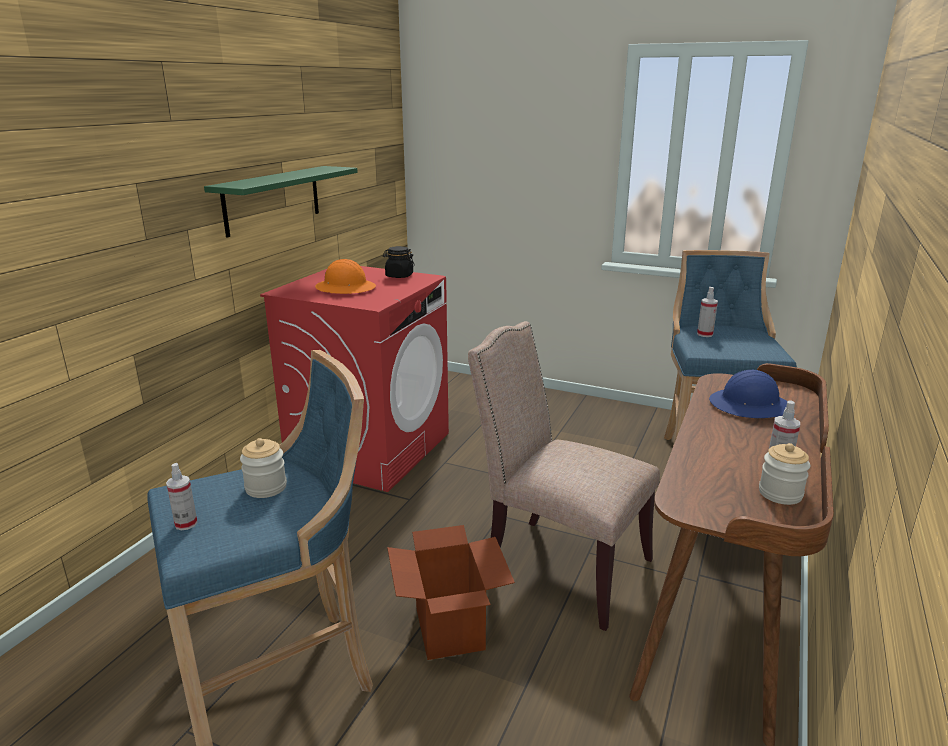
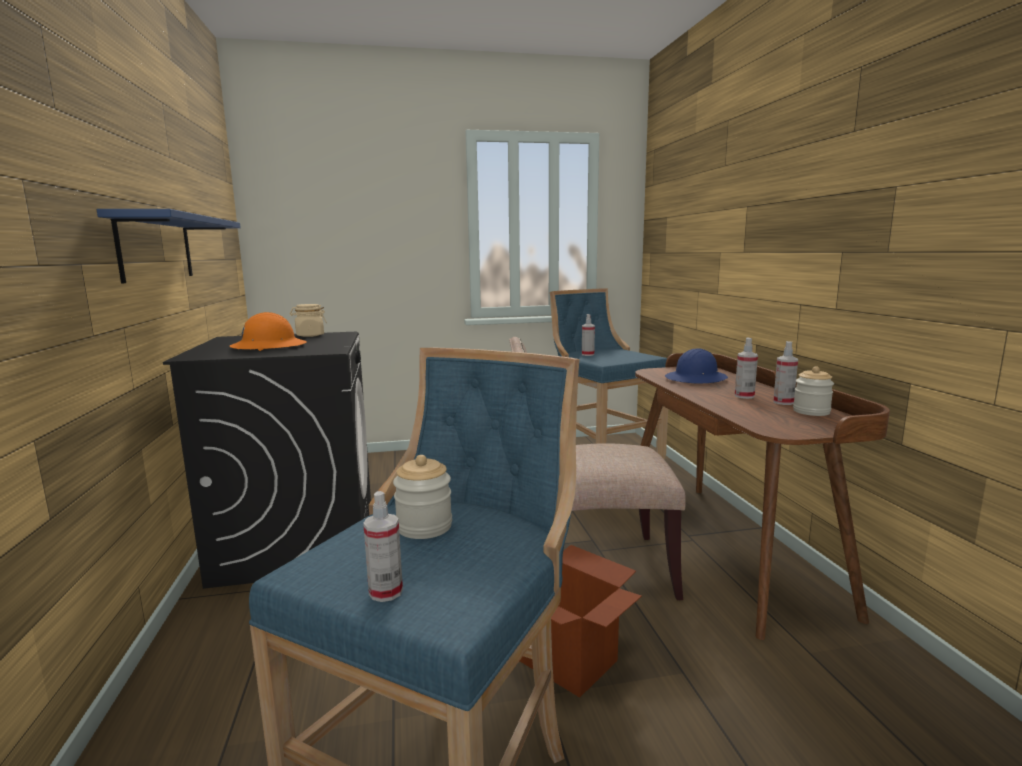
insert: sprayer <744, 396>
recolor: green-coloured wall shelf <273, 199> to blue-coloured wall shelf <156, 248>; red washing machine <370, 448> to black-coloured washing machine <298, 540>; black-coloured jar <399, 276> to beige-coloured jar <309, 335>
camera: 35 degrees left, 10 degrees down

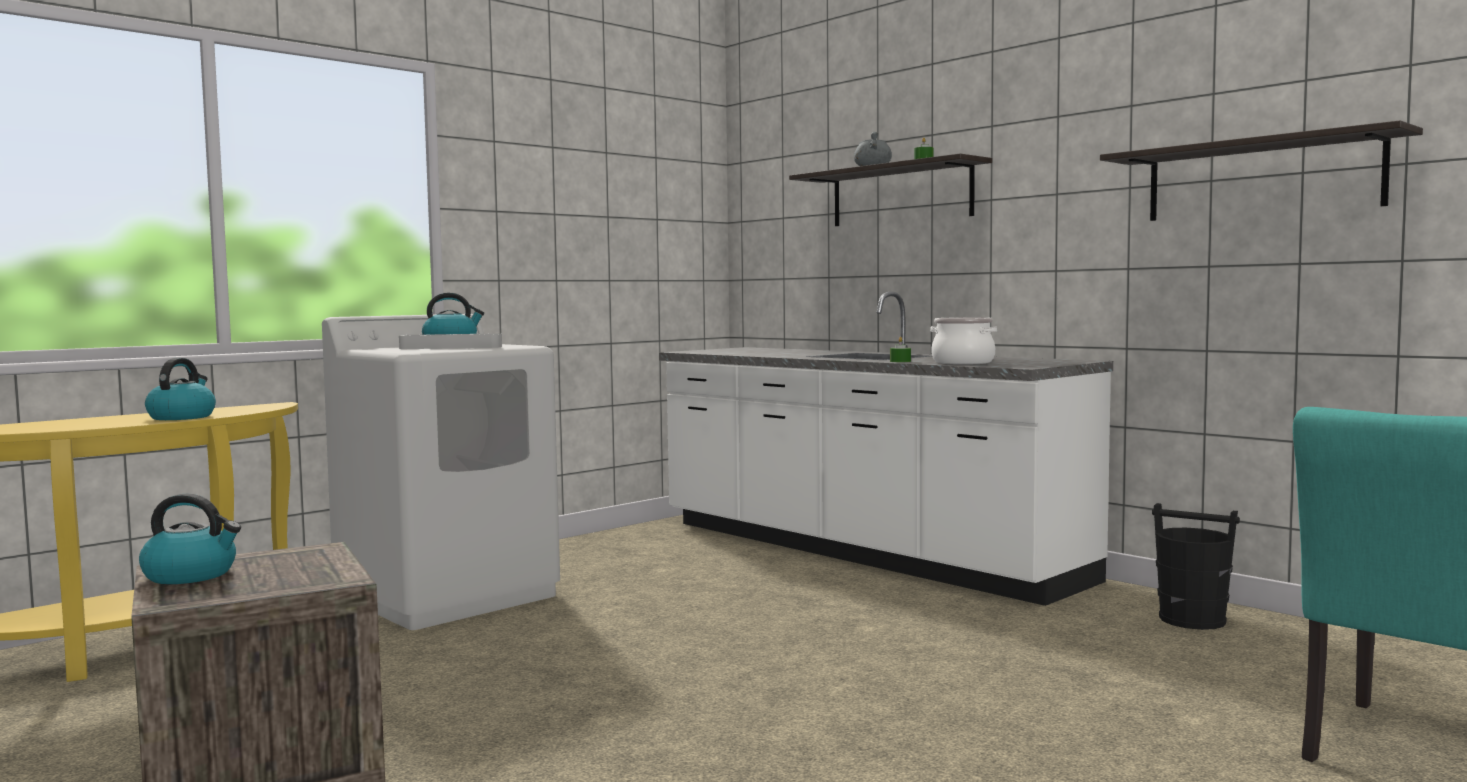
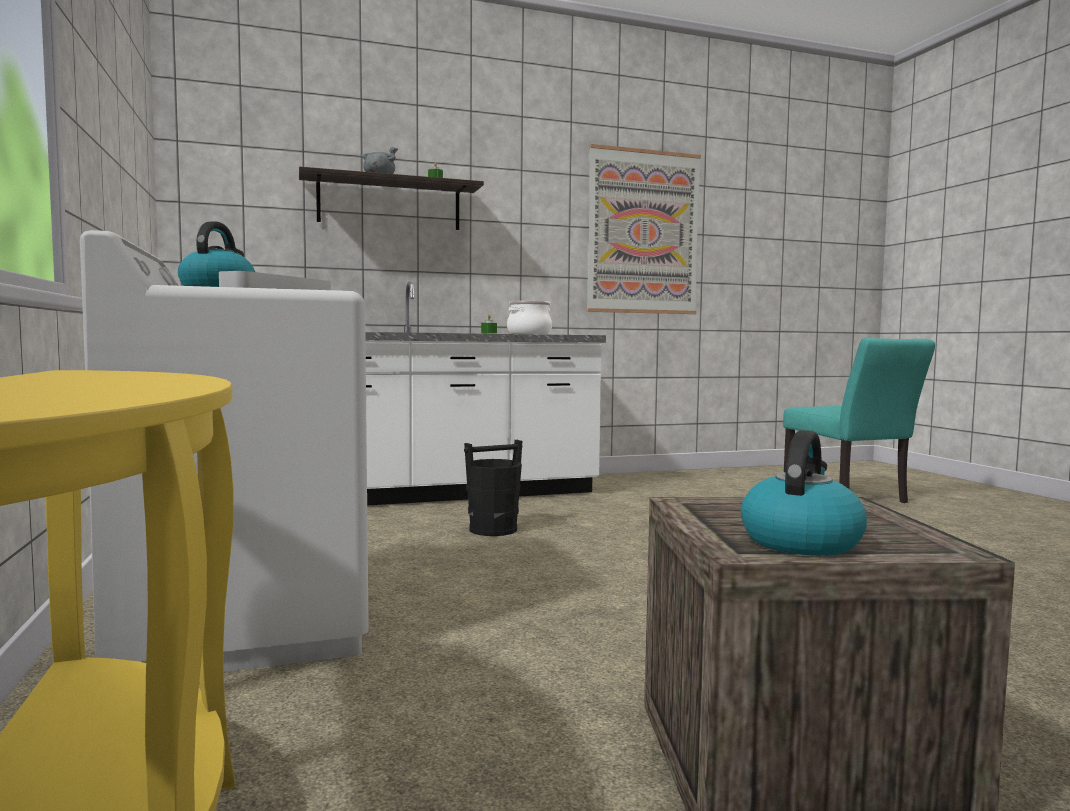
delete: kettle <182, 417>
move: black-coloured water bucket <1191, 619> to <492, 529>
replace: wall shelf <1261, 179> to wall picture <643, 232>
camera: 65 degrees left, 0 degrees up

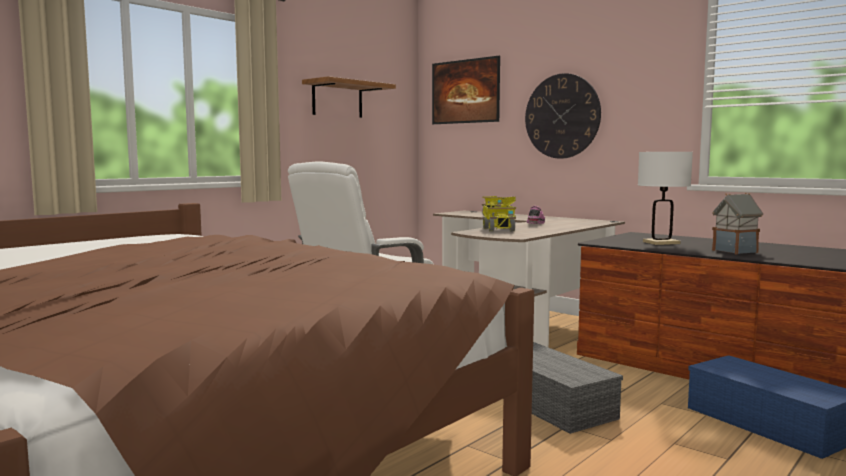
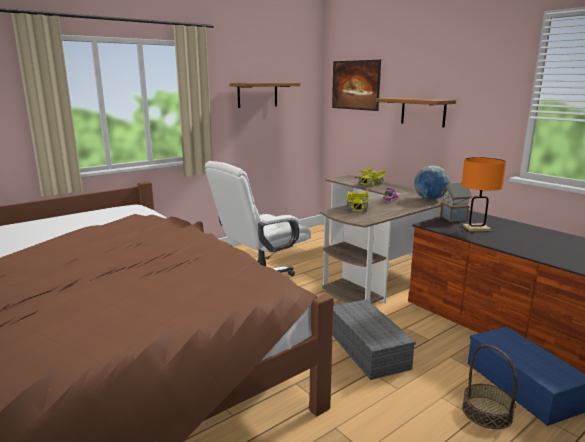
insert: desk globe <430, 199>; storage basket <487, 412>
move: miniature house <735, 251> to <454, 218>
replace: hanging clock <562, 116> to wall shelf <423, 112>
recolor: white-coloured table lamp <661, 243> to orange-coloured table lamp <476, 228>
camera: 10 degrees right, 10 degrees up

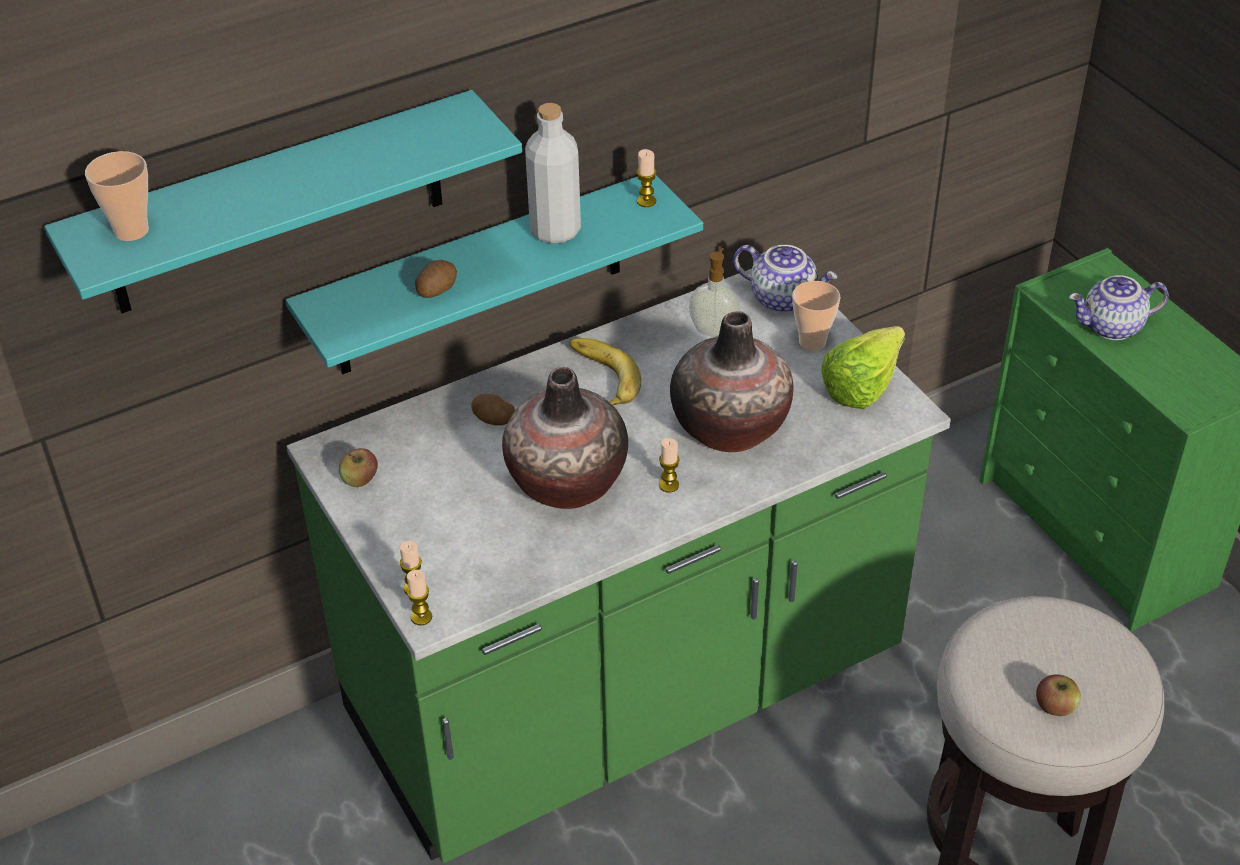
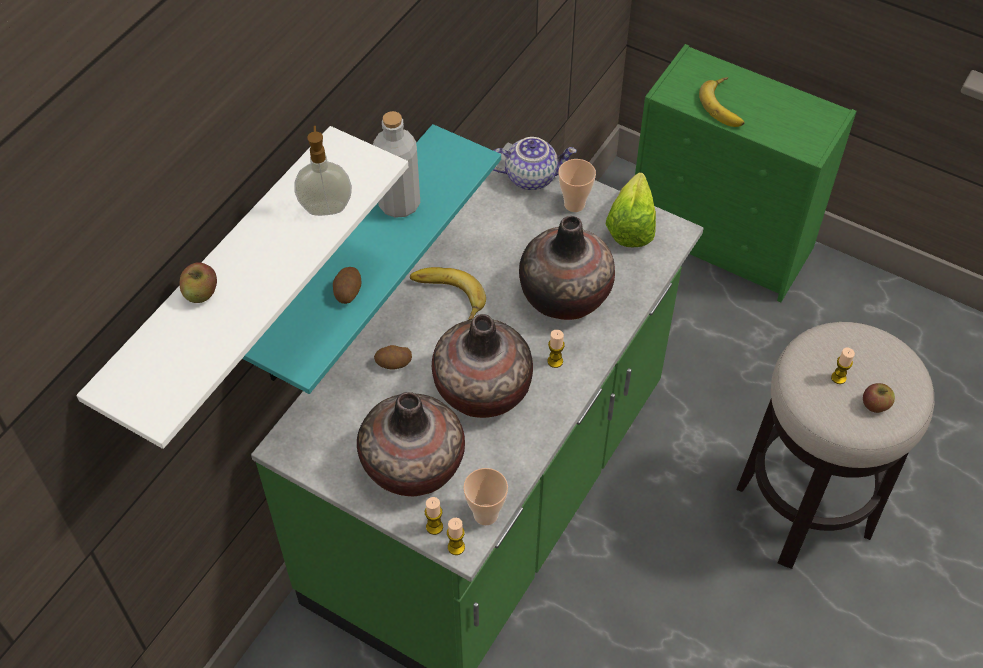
insert: vase <413, 466>
move: small cup <131, 231> to <485, 514>; apple <360, 479> to <201, 293>; wax light <646, 201> to <838, 378>; soap bottle <714, 331> to <326, 207>
replace: pot for tea <1112, 328> to banana <726, 105>
recolor: blue-green wall shelf <276, 205> to white-coloured wall shelf <222, 284>
camera: 30 degrees left, 10 degrees up

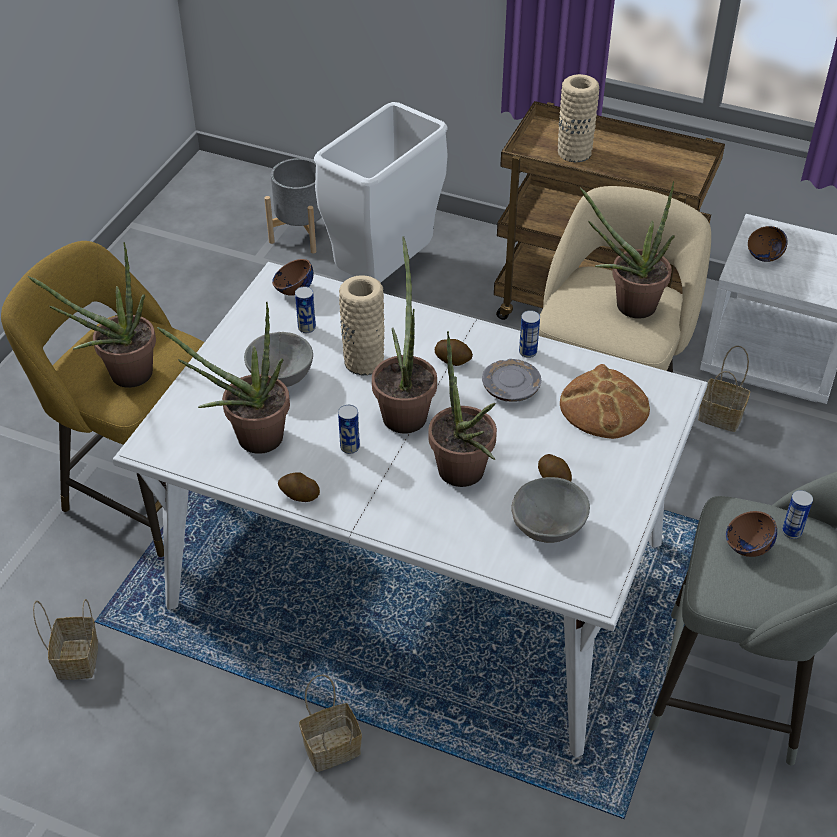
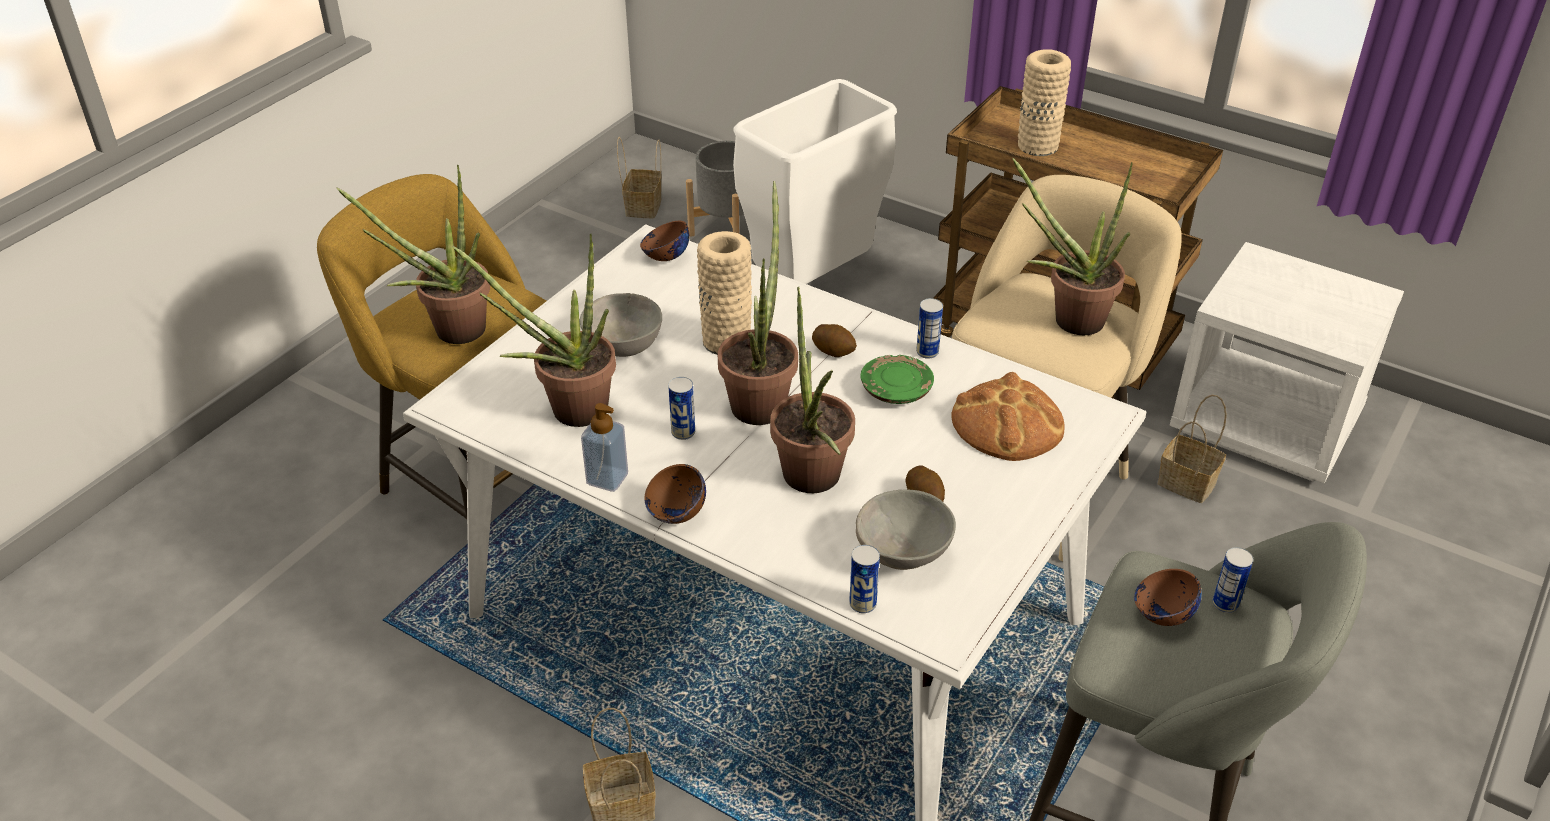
move: storage basket <76, 657> to <643, 206>; can <306, 328> to <862, 604>; brownish deep dish <764, 257> to <676, 513>
replace: whole potato <299, 495> to soap bottle <607, 479>
recolor: grey flat dish <510, 388> to green-coloured flat dish <895, 390>
camera: 10 degrees right, 5 degrees down

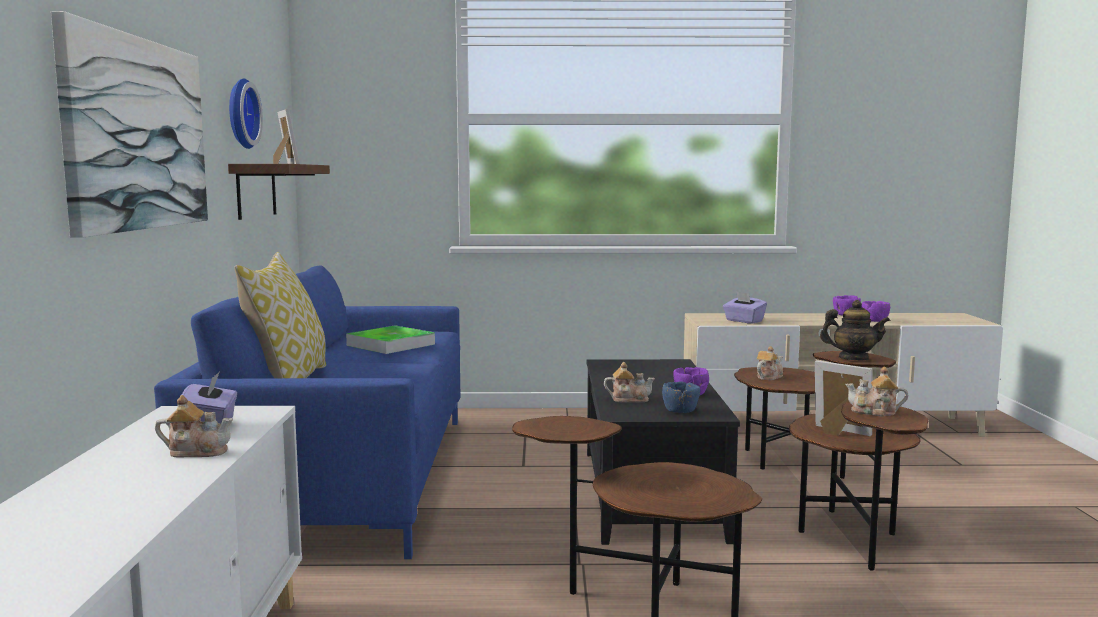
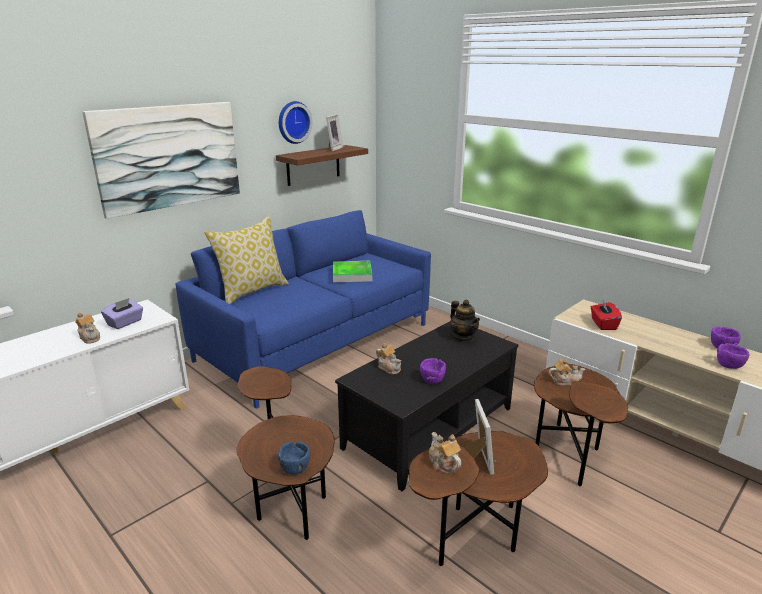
move: blue-coloured deep dish <680, 411> to <295, 468>; pot for tea <853, 358> to <463, 337>
recolor: purple-coloured tissue holder <743, 321> to red tissue holder <603, 324>
camera: 45 degrees right, 15 degrees up

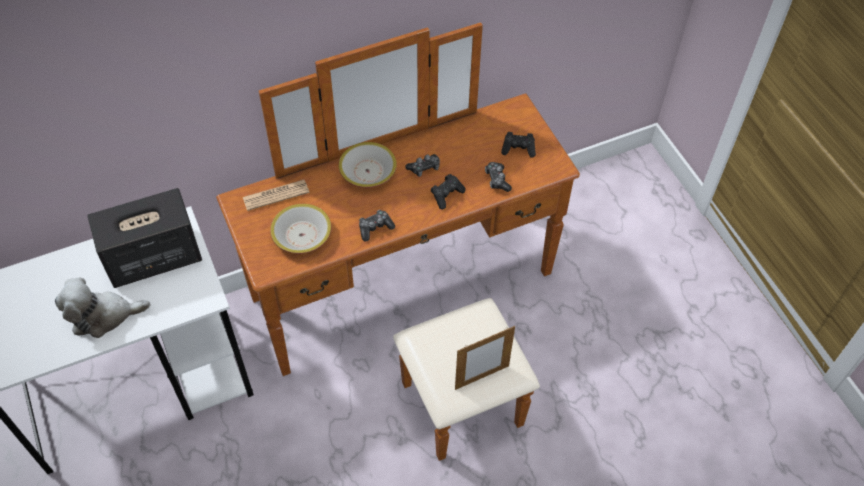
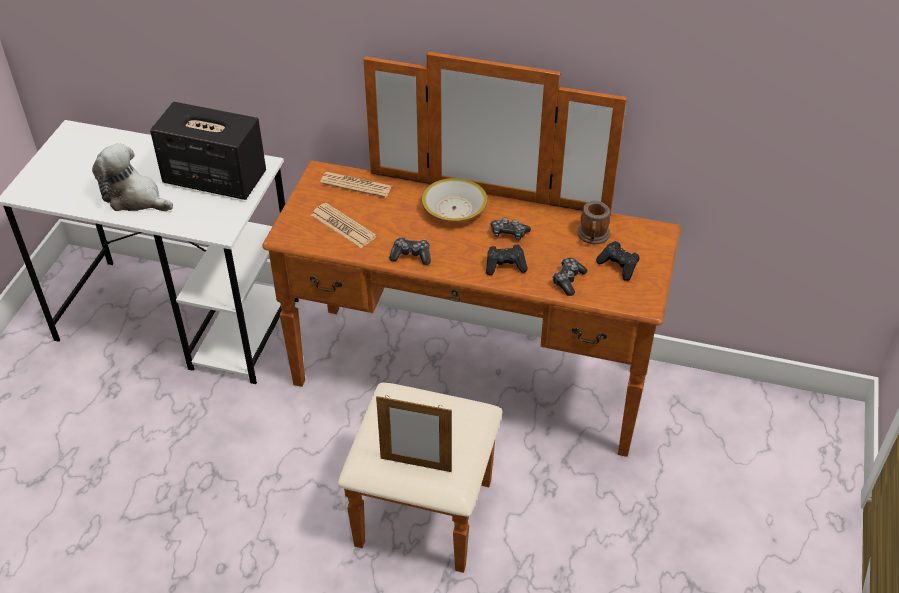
insert: coffee mug <593, 236>
replace: deep dish <301, 235> to daily paper <343, 226>
camera: 40 degrees right, 10 degrees down

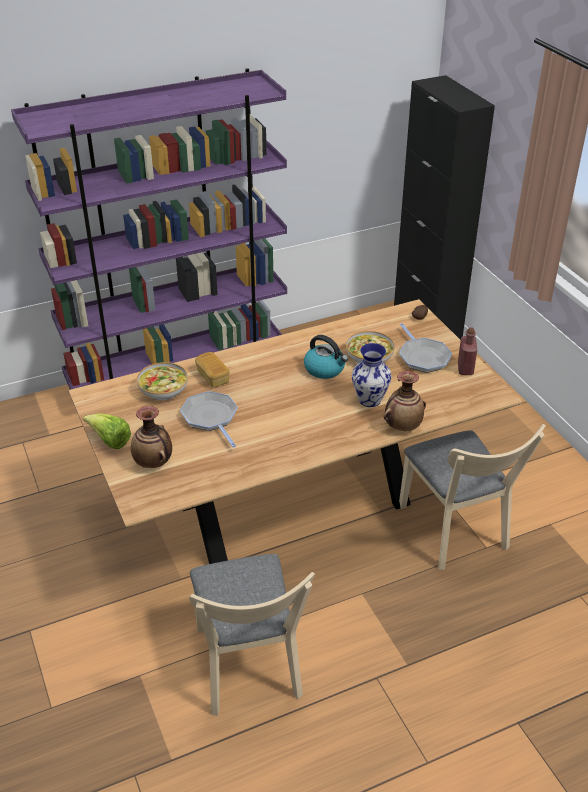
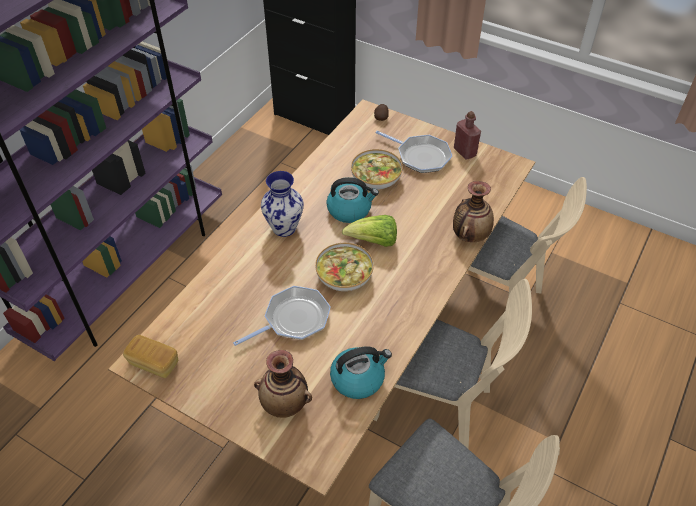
insert: kettle <358, 378>; beige-coloured upright chair <440, 407>
move: lettuce <110, 441> to <374, 242>; deep dish <163, 389> to <344, 275>; bakery bread <212, 377> to <154, 363>; vase <370, 399> to <284, 227>
rotate: frying pan <211, 418> = <293, 319> 120 degrees clockwise
camera: 35 degrees left, 10 degrees up

